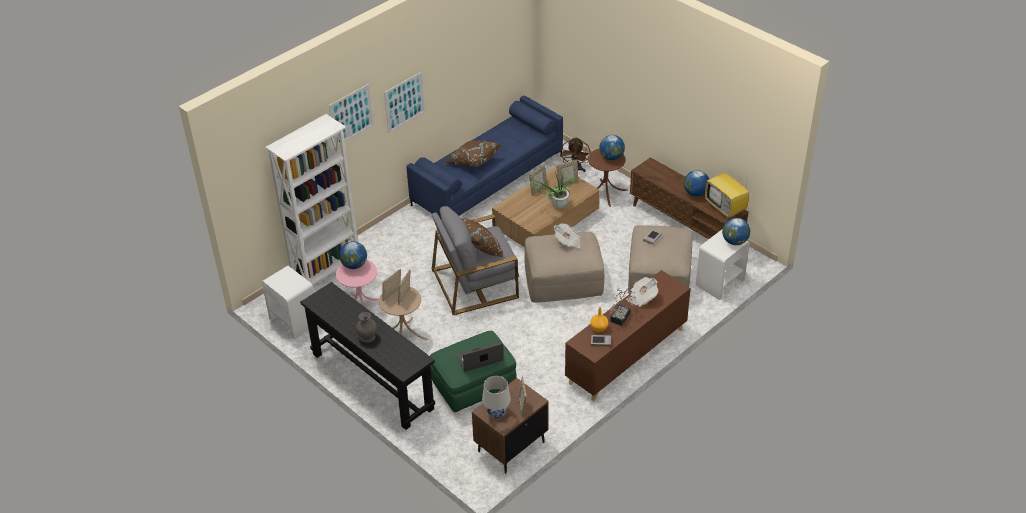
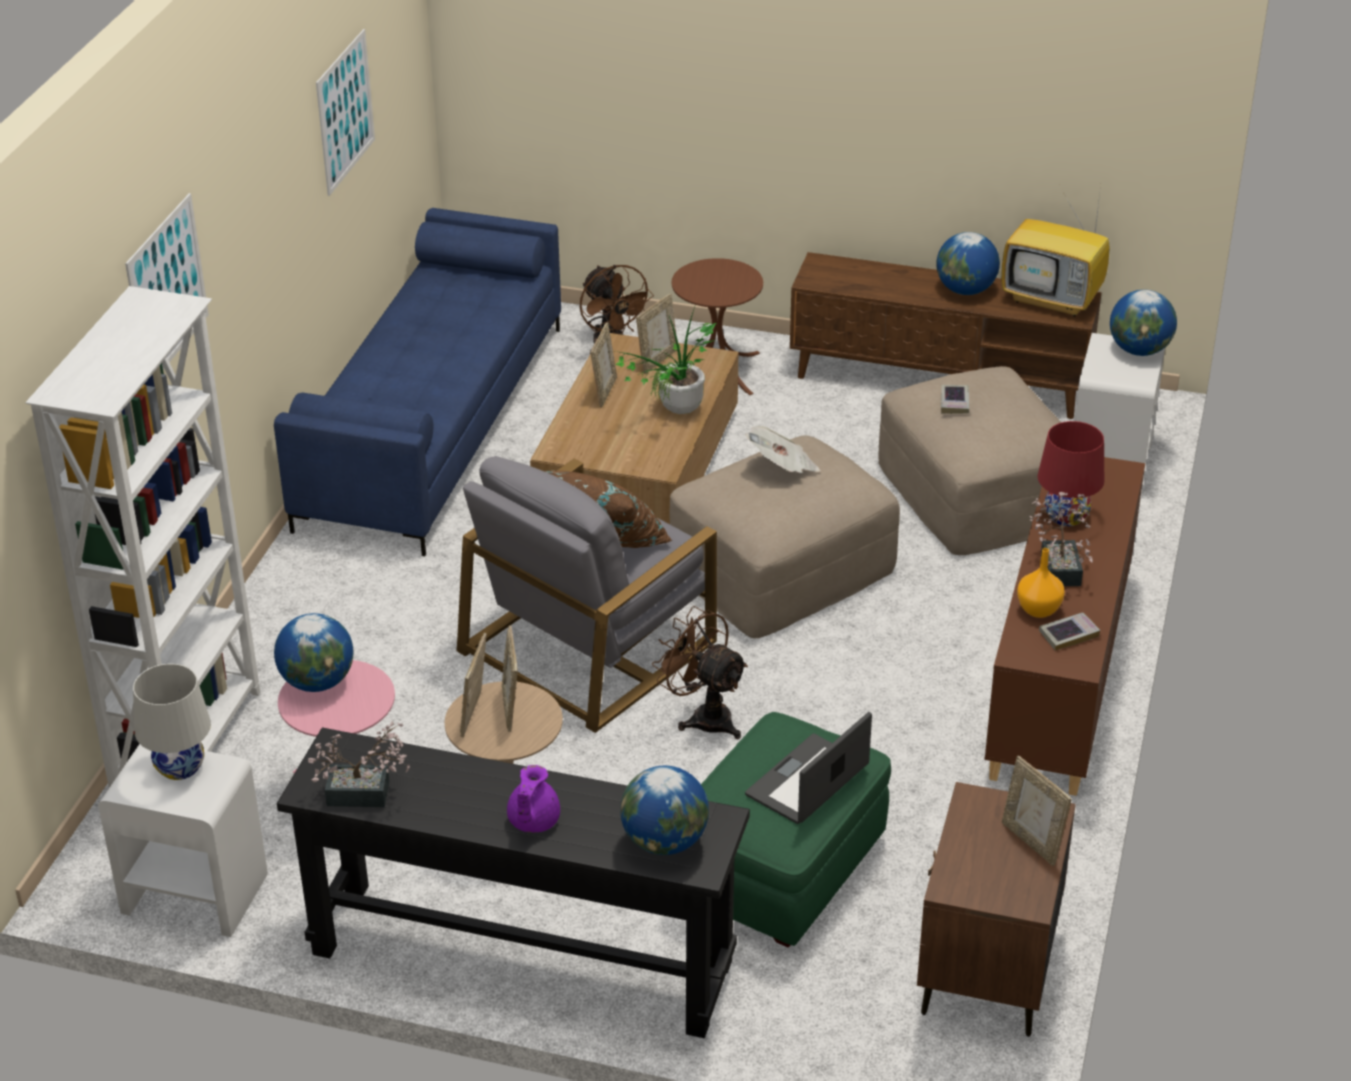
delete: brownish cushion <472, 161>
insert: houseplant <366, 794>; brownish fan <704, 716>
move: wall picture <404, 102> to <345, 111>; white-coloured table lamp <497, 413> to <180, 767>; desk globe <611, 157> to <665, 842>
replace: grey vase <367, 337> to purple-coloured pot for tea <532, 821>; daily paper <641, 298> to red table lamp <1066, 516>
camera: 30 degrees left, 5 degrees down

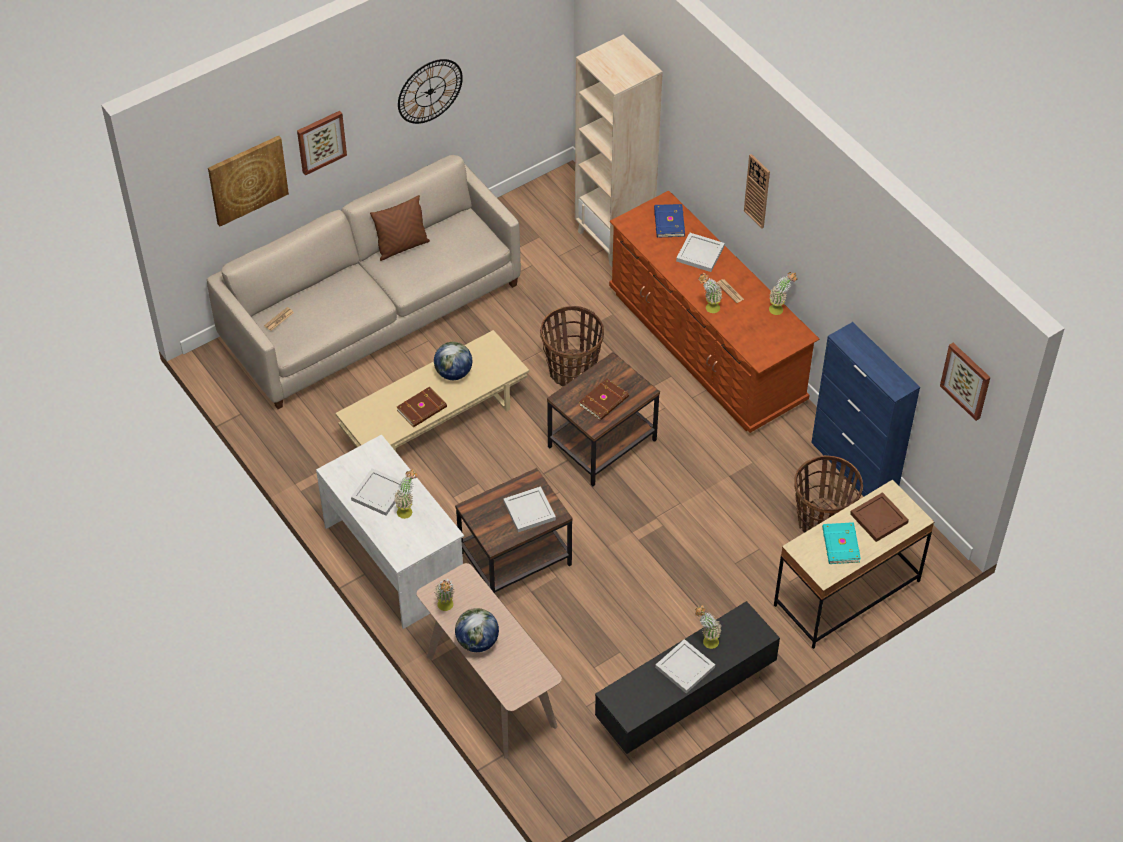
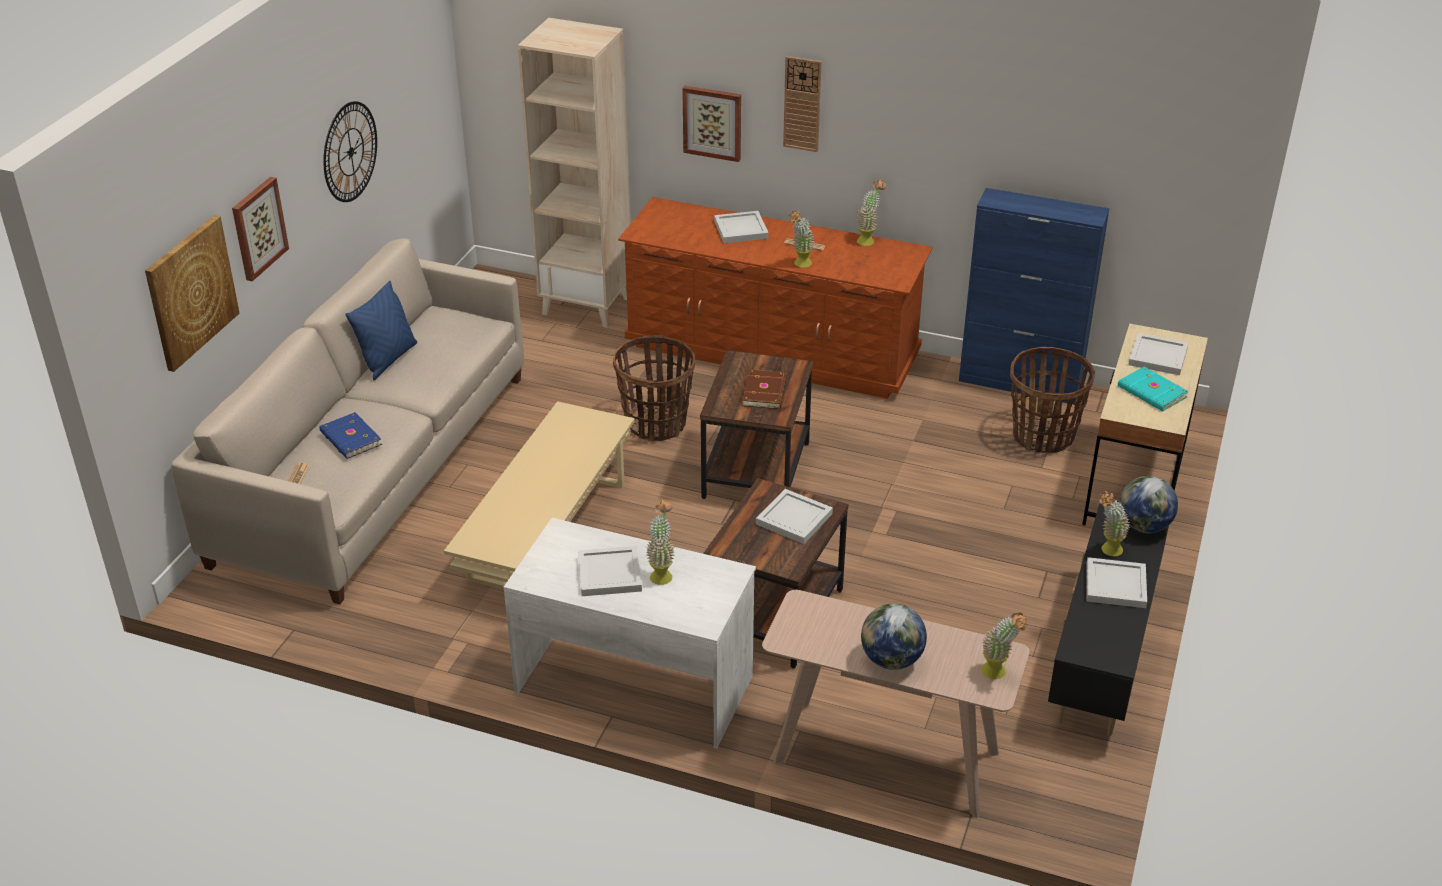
delete: brownish volume <422, 409>
move: desk globe <453, 373> to <1143, 526>; houseplant <446, 608> to <999, 673>; blue-coloured volume <668, 222> to <350, 439>; wall picture <966, 380> to <712, 122>
recolor: brownish cushion <402, 246> to blue-coloured cushion <388, 359>; brownish serving tray <878, 519> to white-coloured serving tray <1158, 357>
camera: 35 degrees left, 15 degrees down

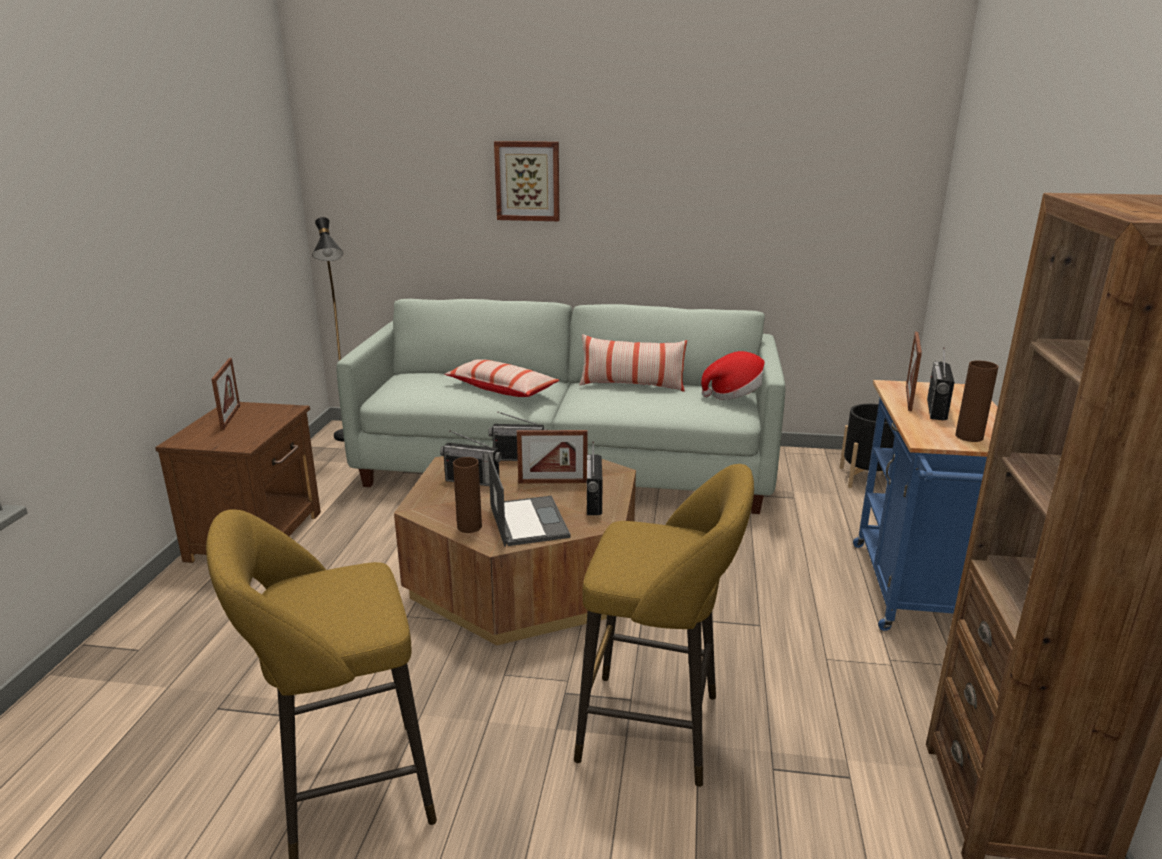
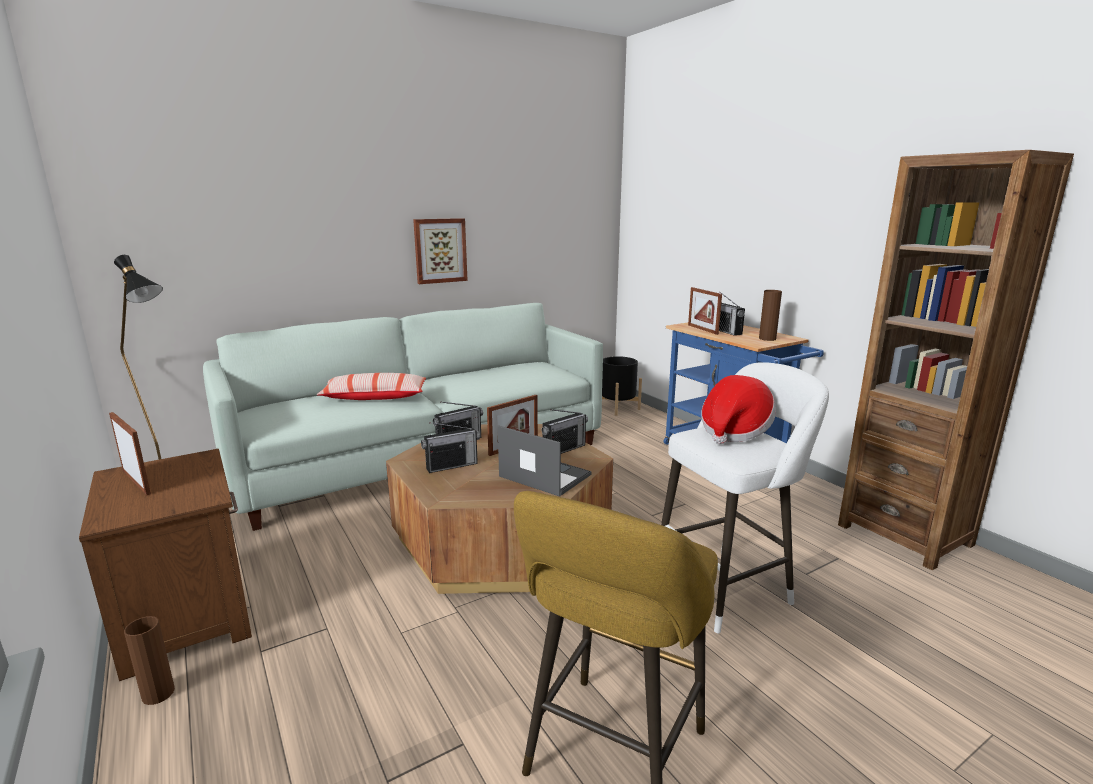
delete: cushion <632, 386>
move: brownish vase <469, 527> to <158, 694>; wall picture <527, 181> to <440, 250>; clothing hat <736, 395> to <734, 432>
recolor: yellowish stool seat <658, 729> to white-coloured stool seat <727, 586>
rotate: radio <594, 502> = <564, 449> 90 degrees counterclockwise
camera: 40 degrees left, 5 degrees down

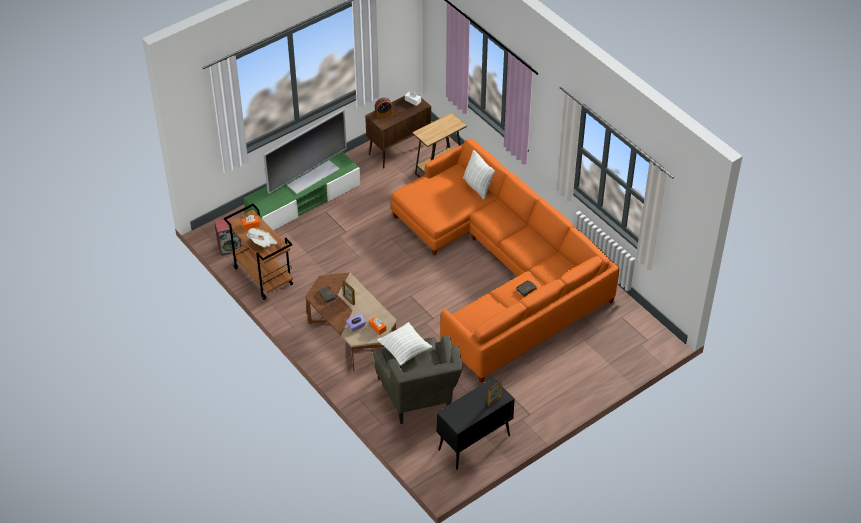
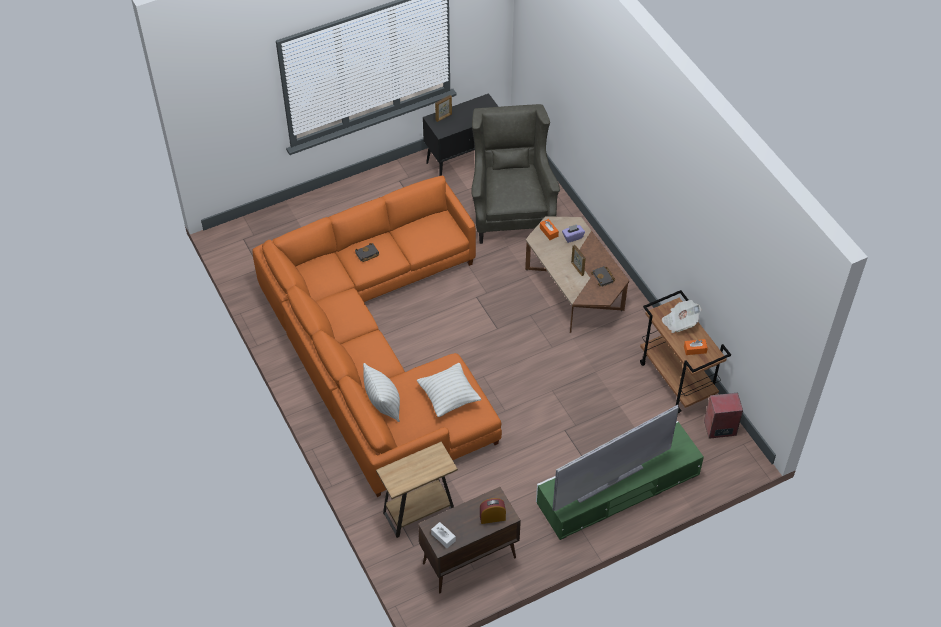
move: white-coloured cushion <404, 350> to <449, 397>
camera: 170 degrees left, 5 degrees up

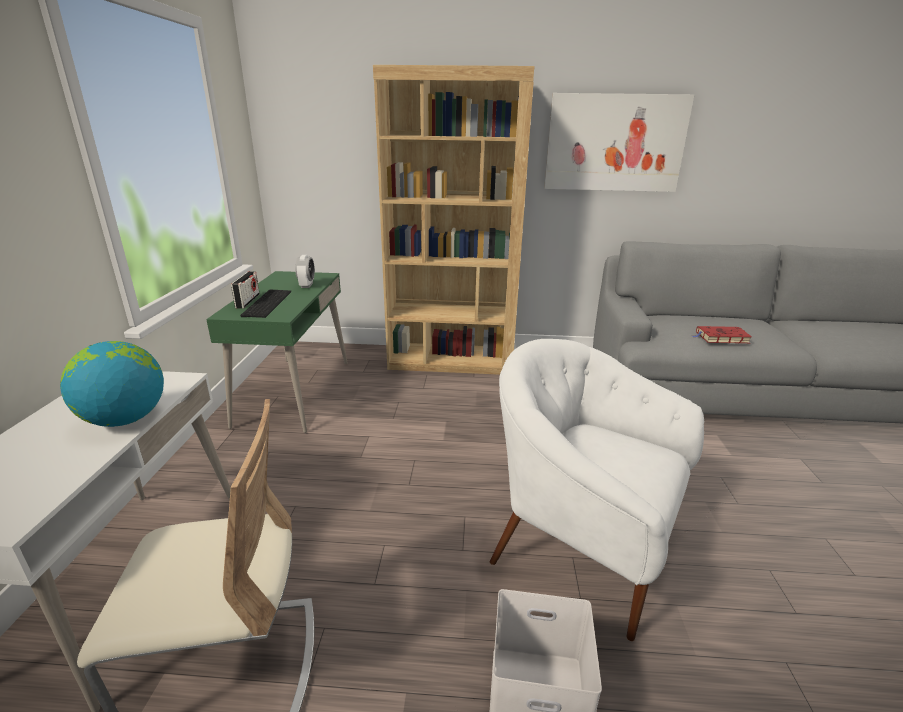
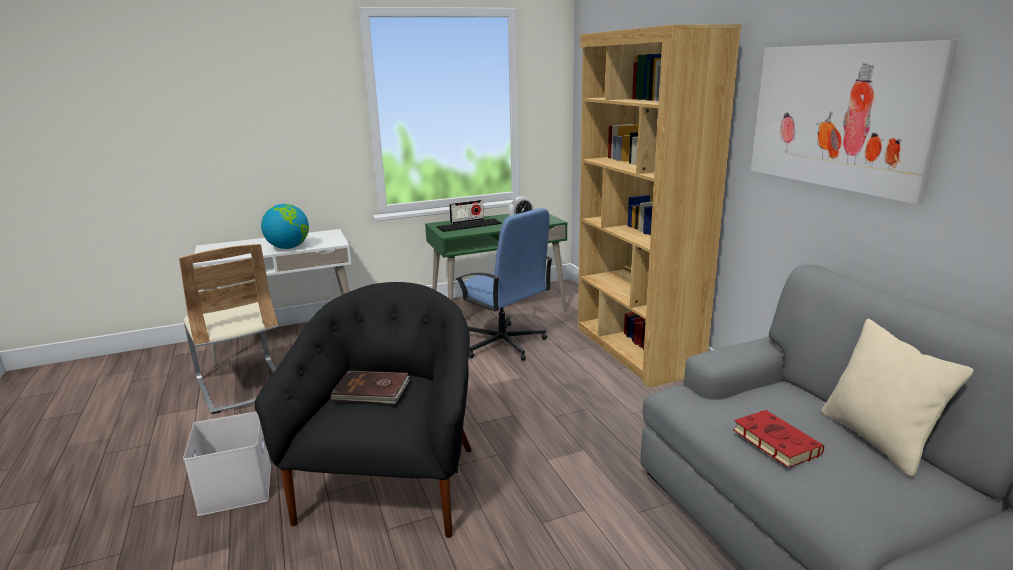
insert: brownish volume <371, 391>; blue-coloured desk chair <503, 344>; beige-coloured cushion <877, 440>
recolor: white-coloured easy chair <583, 543> to black-coloured easy chair <391, 483>
camera: 65 degrees right, 5 degrees down

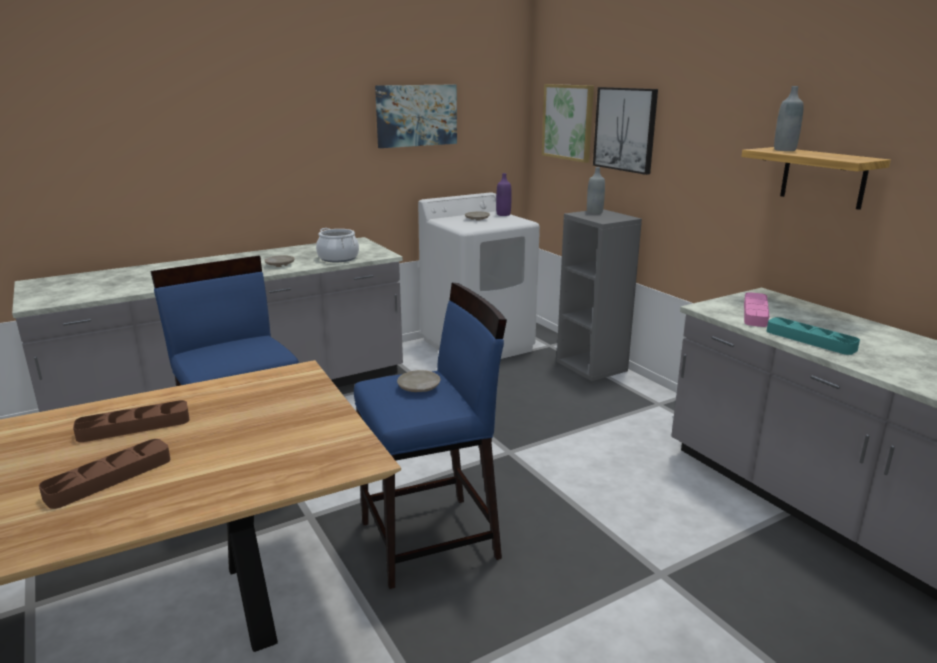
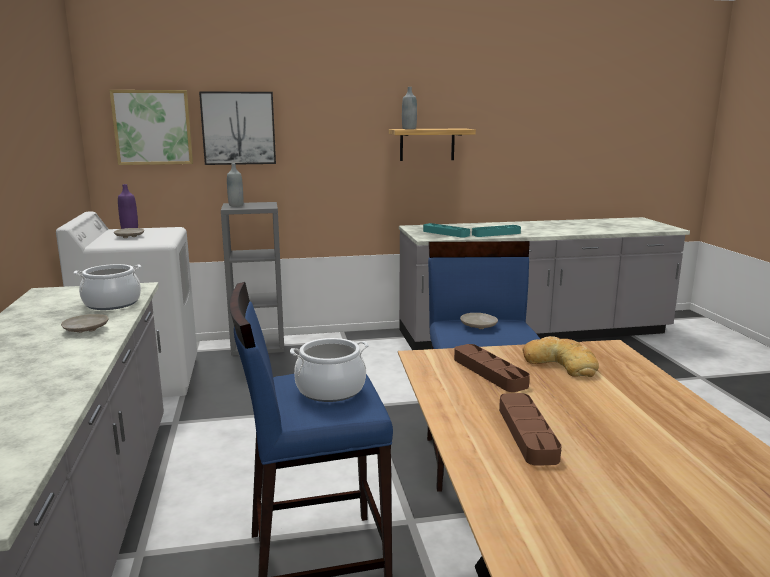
delete: wall picture <416, 115>
insert: cooking pot <331, 390>; bakery bread <561, 363>
move: brownish serving tray <109, 478> to <489, 372>
recolor: pink-coloured serving tray <755, 313> to blue-green serving tray <446, 233>
camera: 70 degrees left, 5 degrees down

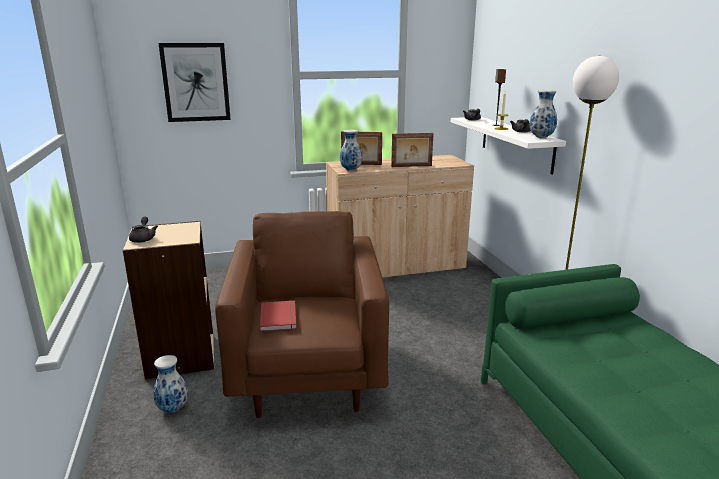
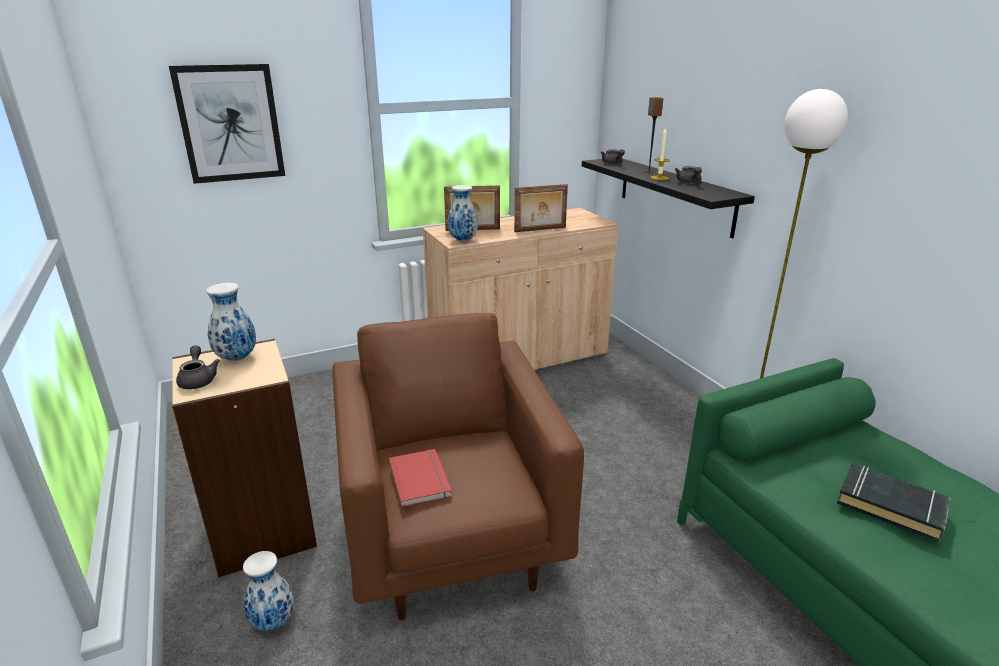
insert: black-coloured volume <890, 506>
move: vase <541, 137> to <237, 358>
recolor: white-coloured wall shelf <516, 143> to black-coloured wall shelf <674, 195>
camera: 10 degrees left, 5 degrees up

